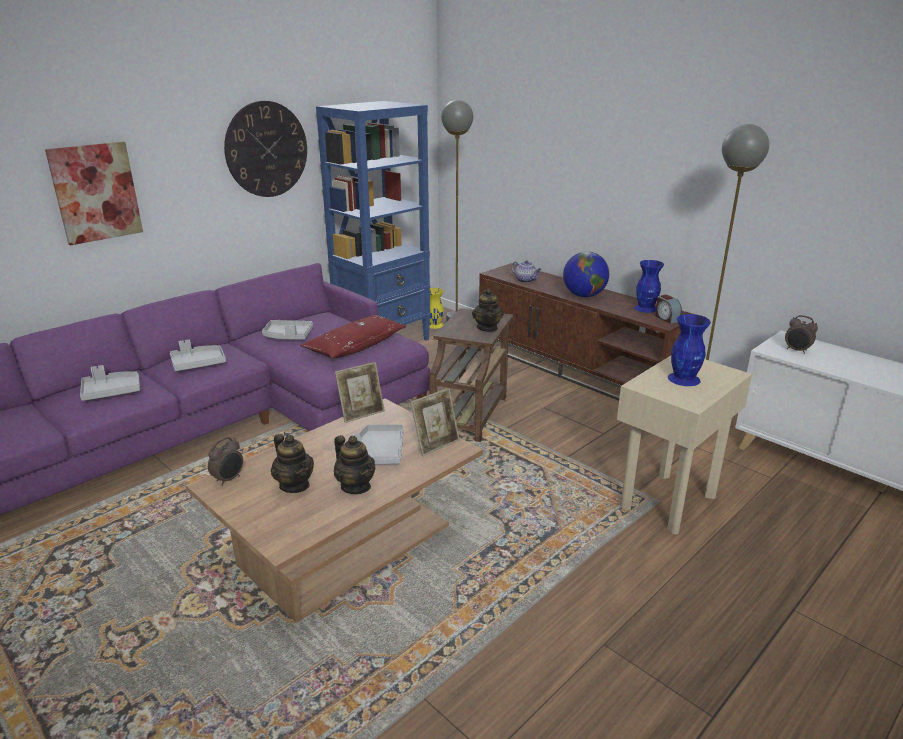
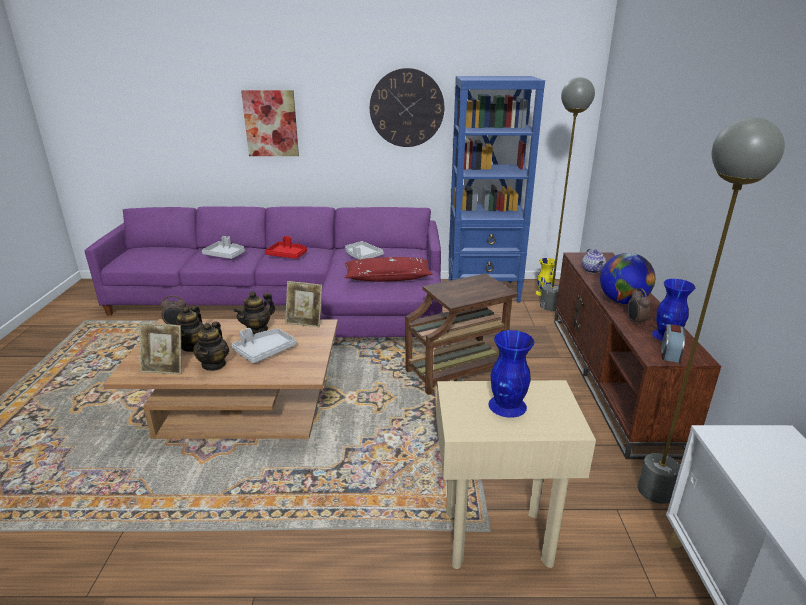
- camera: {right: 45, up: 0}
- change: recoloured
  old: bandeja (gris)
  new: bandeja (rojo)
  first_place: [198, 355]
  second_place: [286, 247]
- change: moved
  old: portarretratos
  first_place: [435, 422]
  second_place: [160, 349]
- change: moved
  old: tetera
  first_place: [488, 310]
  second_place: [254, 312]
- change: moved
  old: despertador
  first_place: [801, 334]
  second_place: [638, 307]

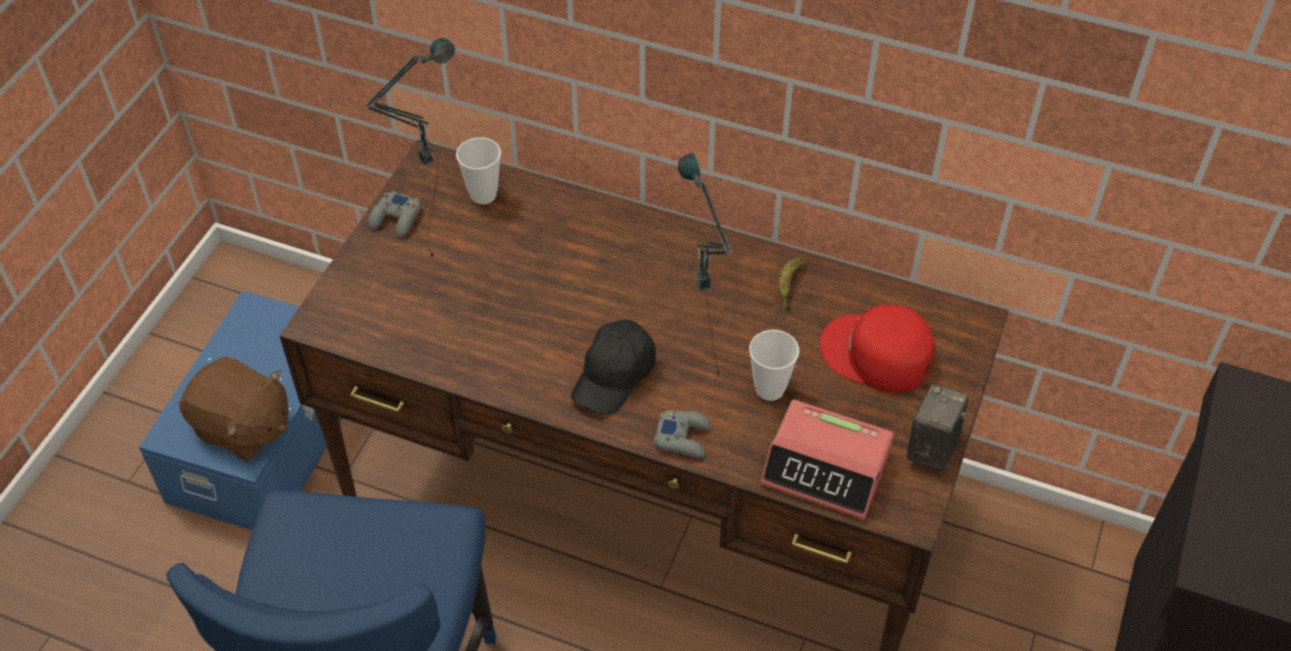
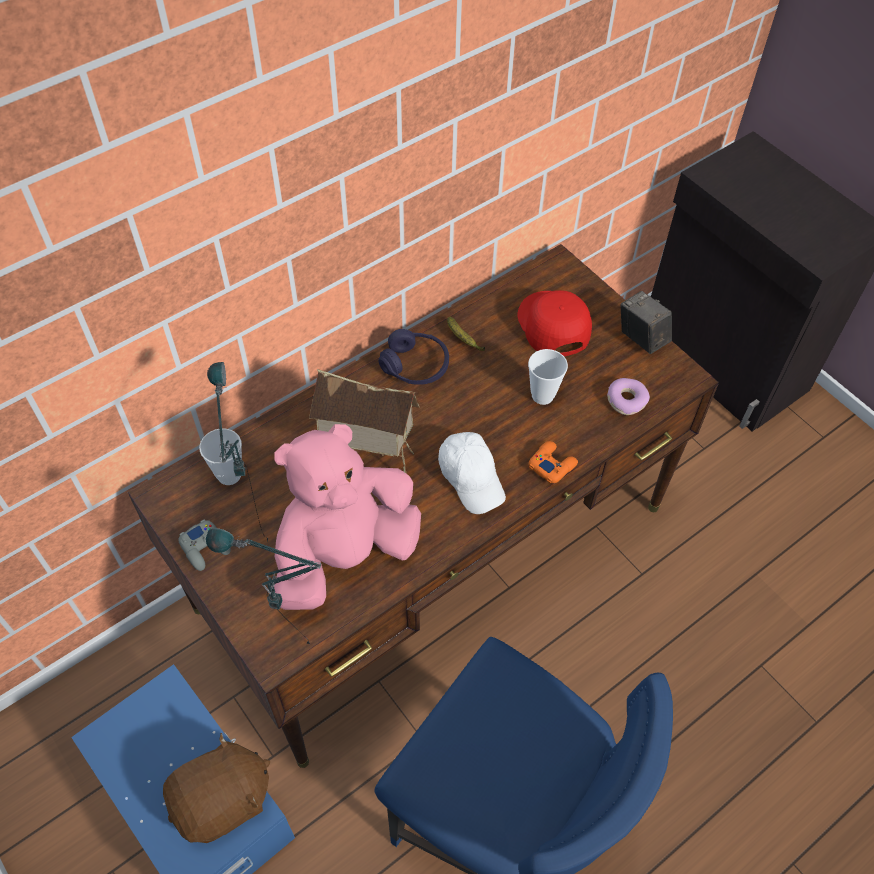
- camera: {right: -60, up: 5}
- change: recoloured
  old: gorra (negro)
  new: gorra (blanco)
  first_place: [613, 367]
  second_place: [472, 473]
- change: recoloured
  old: mando de consola (gris)
  new: mando de consola (naranja)
  first_place: [682, 434]
  second_place: [553, 462]
- change: moved
  old: lámpara de mesa
  first_place: [705, 264]
  second_place: [263, 586]
- change: replaced
  old: despertador
  new: rosquilla
  first_place: [827, 460]
  second_place: [628, 396]
- change: turned
  old: gorra (rojo)
  first_place: [877, 349]
  second_place: [554, 323]
  degrees: 105
- change: added
  new: peluche (rosa)
  second_place: [347, 517]
- change: added
  new: casita
  second_place: [364, 421]
- change: added
  new: auriculares (morado)
  second_place: [414, 357]

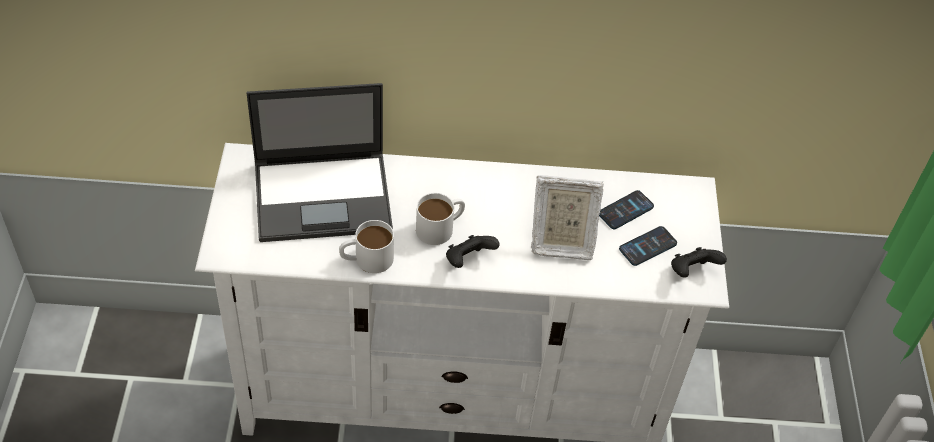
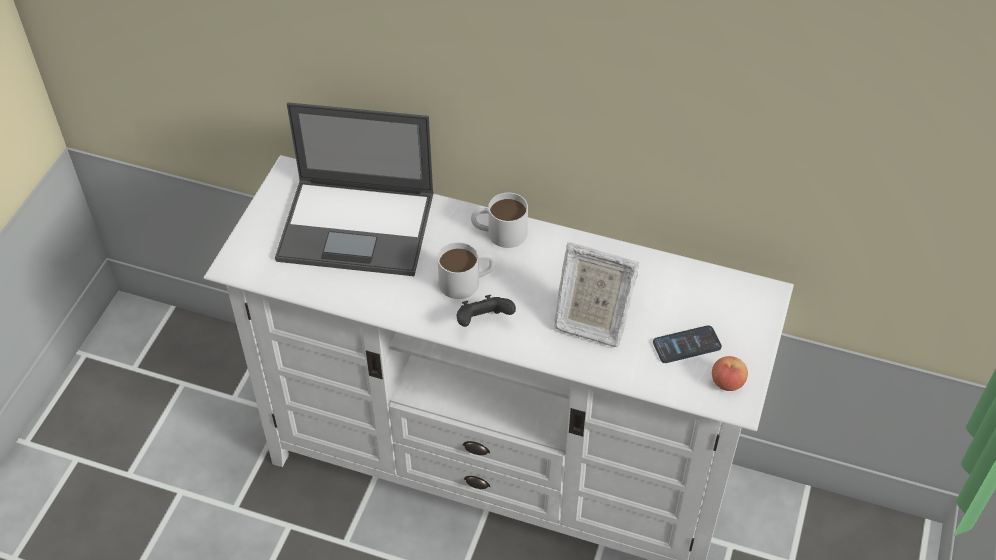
- camera: {right: 20, up: 0}
- change: moved
  old: taza grande (blanco)
  first_place: [366, 246]
  second_place: [499, 220]
- change: removed
  old: móvil
  first_place: [626, 209]
- change: replaced
  old: mando de consola (negro)
  new: manzana
  first_place: [699, 262]
  second_place: [730, 373]

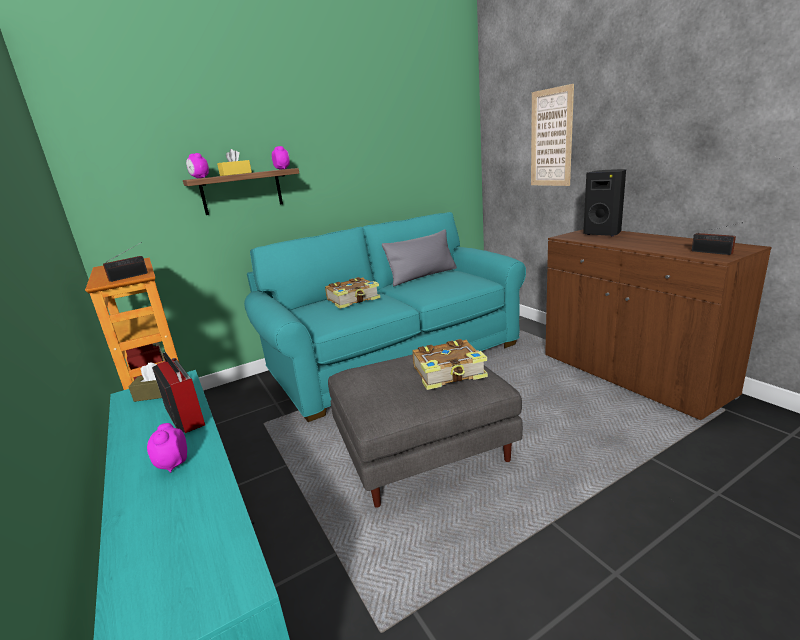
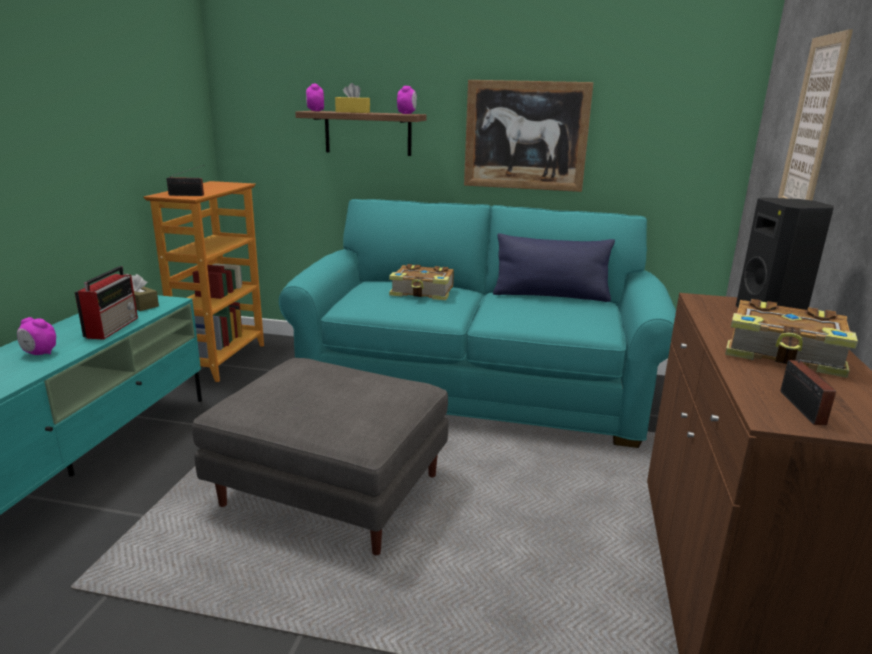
- camera: {right: 40, up: 0}
- change: turned
  old: despertador
  first_place: [167, 448]
  second_place: [36, 336]
  degrees: -105
- change: recoloured
  old: cojín (gris)
  new: cojín (azul)
  first_place: [419, 257]
  second_place: [554, 267]
- change: moved
  old: libro
  first_place: [450, 364]
  second_place: [791, 338]
- change: added
  new: cuadro
  second_place: [529, 136]

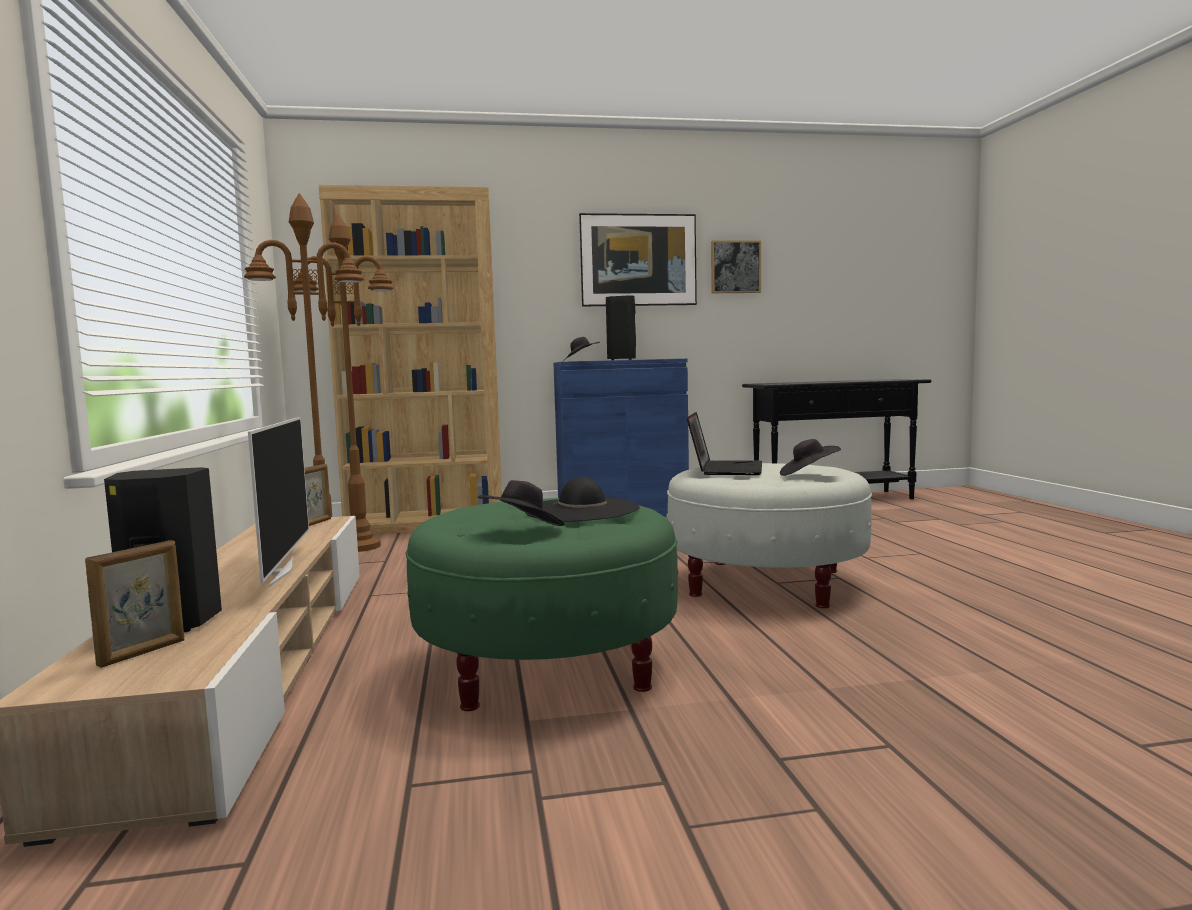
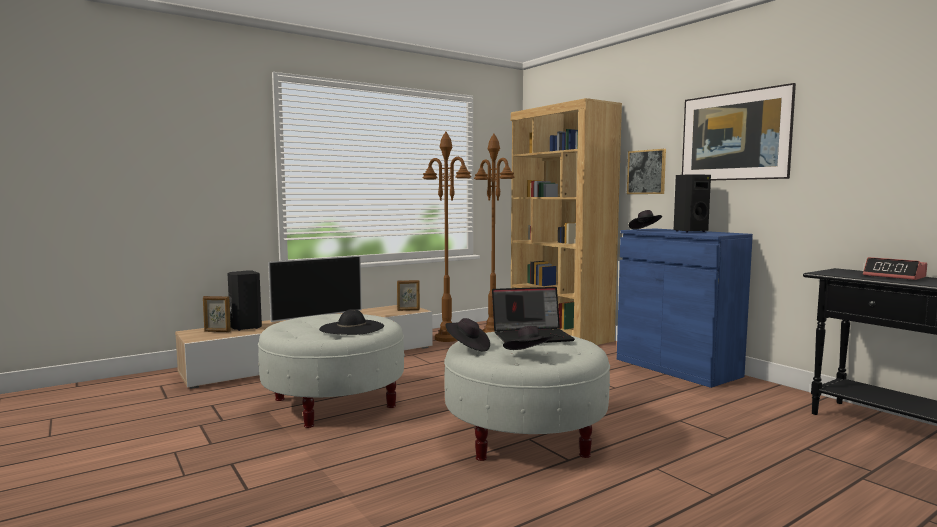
- camera: {right: 65, up: 0}
- change: recoloured
  old: puf (verde)
  new: puf (blanco)
  first_place: [541, 604]
  second_place: [331, 371]
- change: moved
  old: sombrero (negro)
  first_place: [521, 503]
  second_place: [467, 335]
- change: moved
  old: cuadro
  first_place: [736, 266]
  second_place: [646, 171]
- change: added
  new: despertador
  second_place: [895, 268]

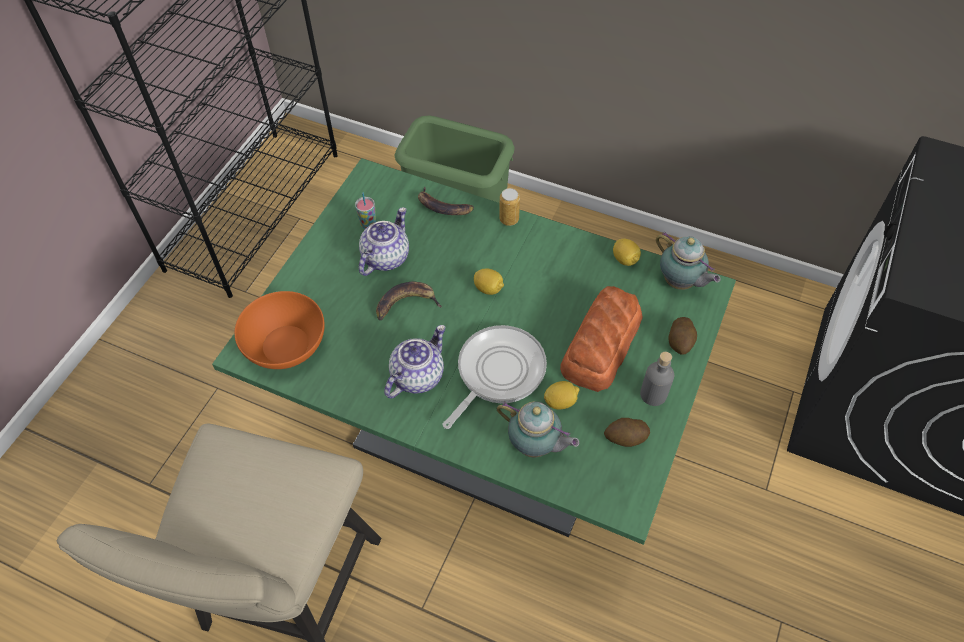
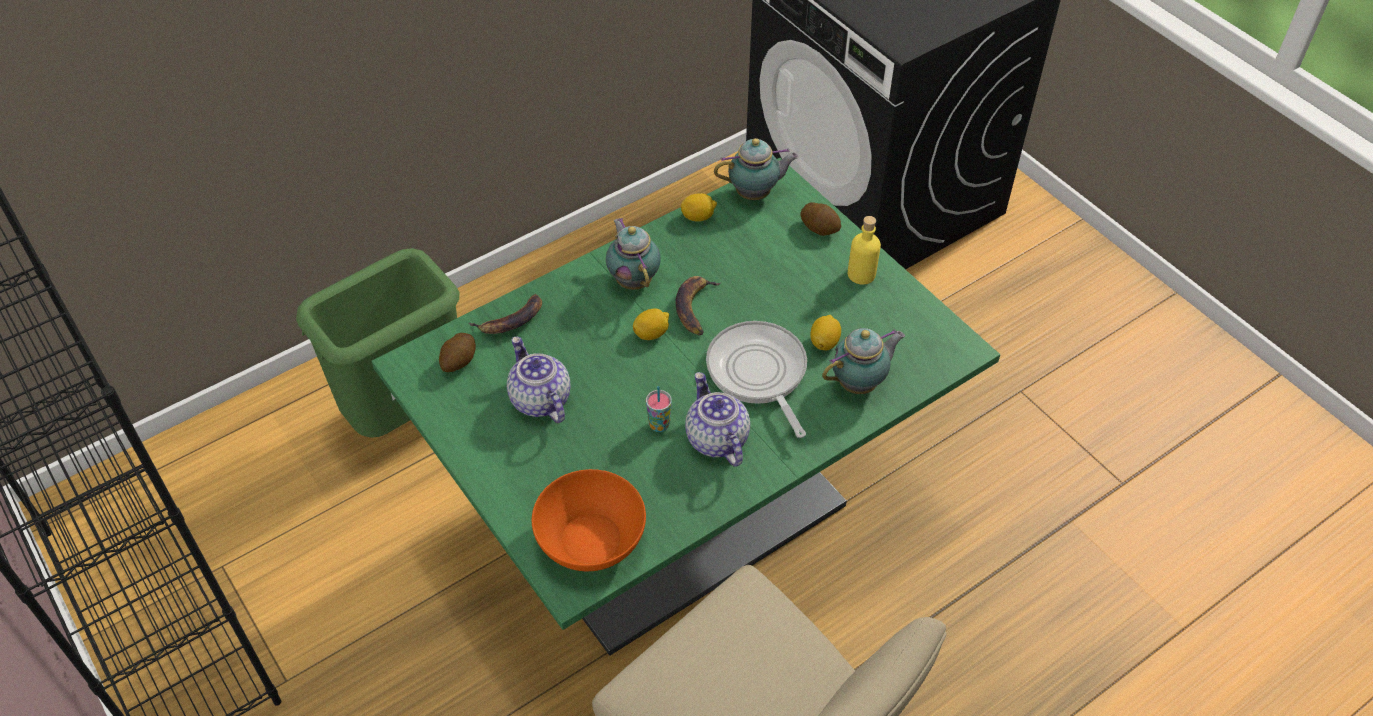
- camera: {right: -60, up: -5}
- change: moved
  old: taza
  first_place: [365, 211]
  second_place: [659, 409]
- change: moved
  old: plátano
  first_place: [409, 301]
  second_place: [698, 306]
- change: removed
  old: lata
  first_place: [509, 207]
- change: removed
  old: pan
  first_place: [601, 339]
- change: moved
  old: patata
  first_place: [627, 432]
  second_place: [457, 352]
- change: recoloured
  old: botella (gris)
  new: botella (amarillo)
  first_place: [657, 379]
  second_place: [864, 250]
- change: added
  new: tetera
  second_place: [633, 254]

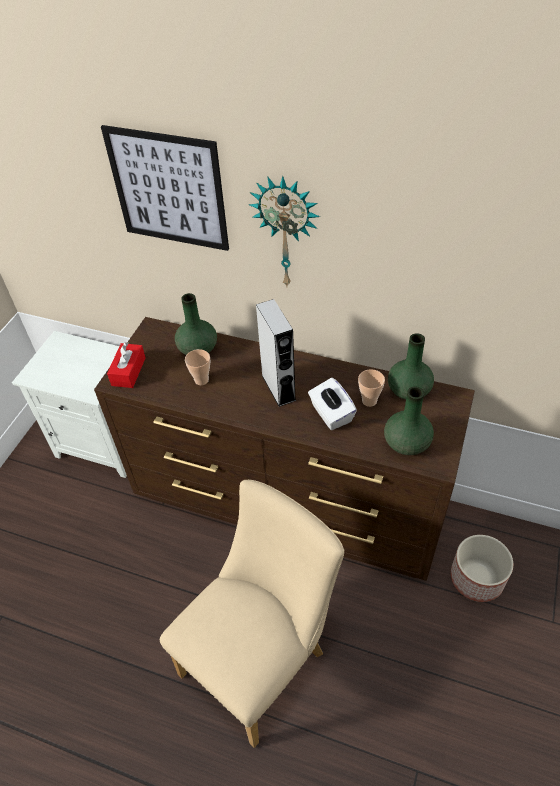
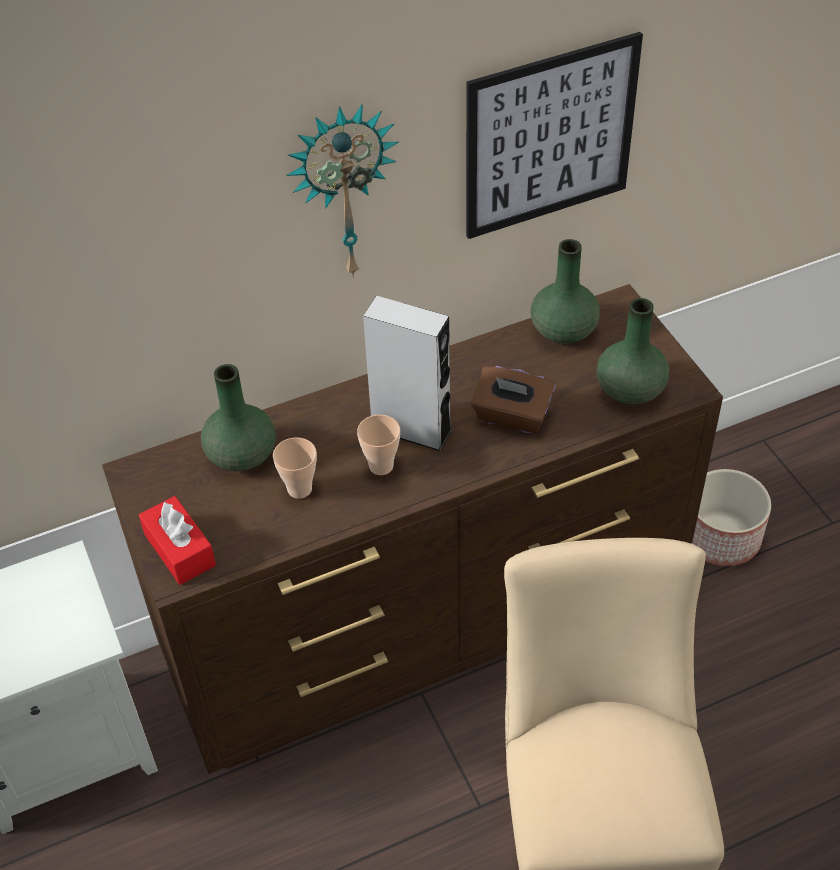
- camera: {right: -45, up: 0}
- change: moved
  old: cuadro
  first_place: [165, 188]
  second_place: [554, 135]
- change: recoloured
  old: caja de pañuelos (blanco)
  new: caja de pañuelos (marrón)
  first_place: [332, 404]
  second_place: [513, 400]
- change: moved
  old: taza
  first_place: [371, 388]
  second_place: [378, 445]

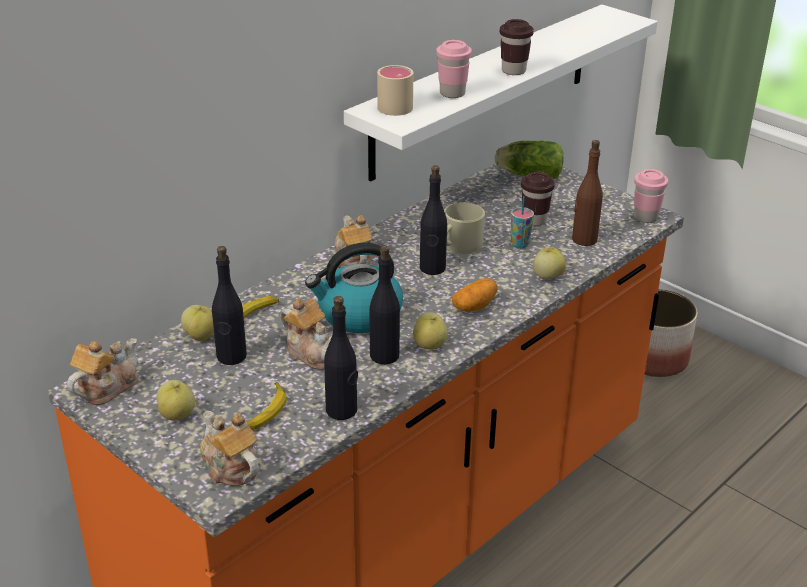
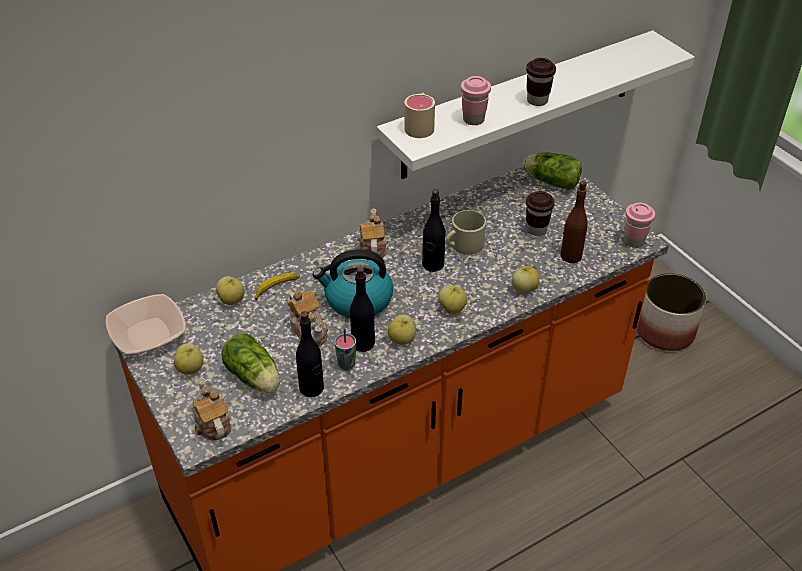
- camera: {right: 15, up: 10}
- change: replaced
  old: tetera
  new: cuenco
  first_place: [102, 371]
  second_place: [145, 324]
- change: removed
  old: botella (negro)
  first_place: [229, 305]
- change: replaced
  old: plátano
  new: lechuga
  first_place: [267, 406]
  second_place: [251, 363]
- change: replaced
  old: patata
  new: manzana
  first_place: [475, 295]
  second_place: [452, 299]
- change: moved
  old: taza
  first_place: [522, 222]
  second_place: [345, 349]

